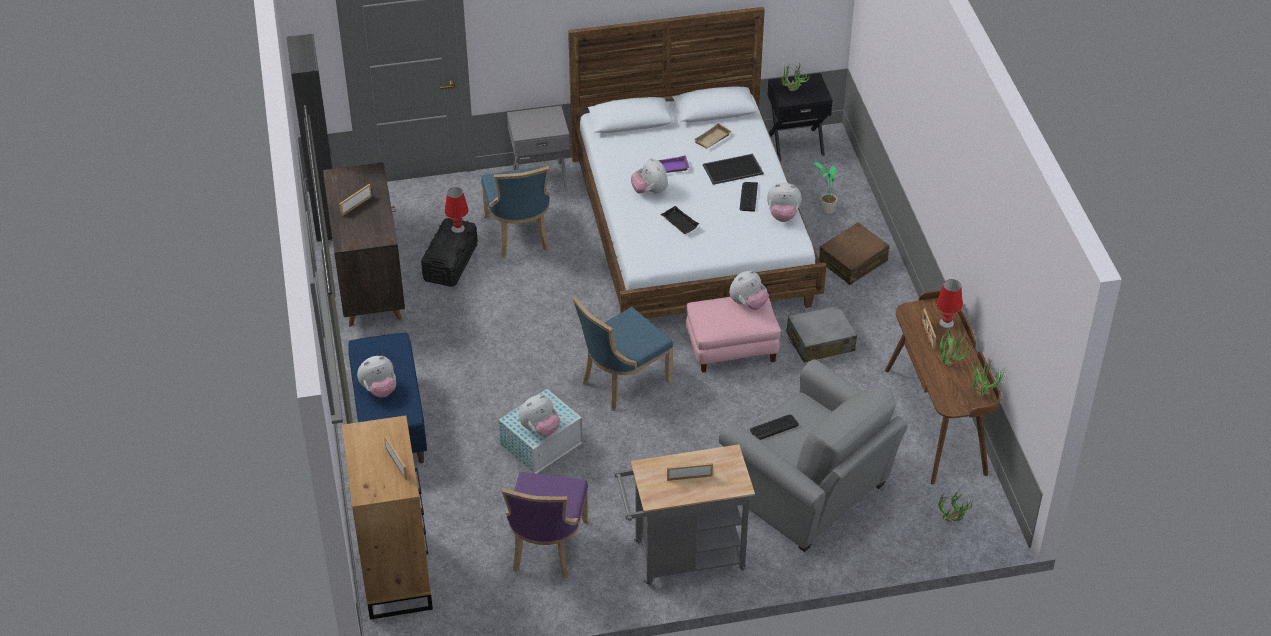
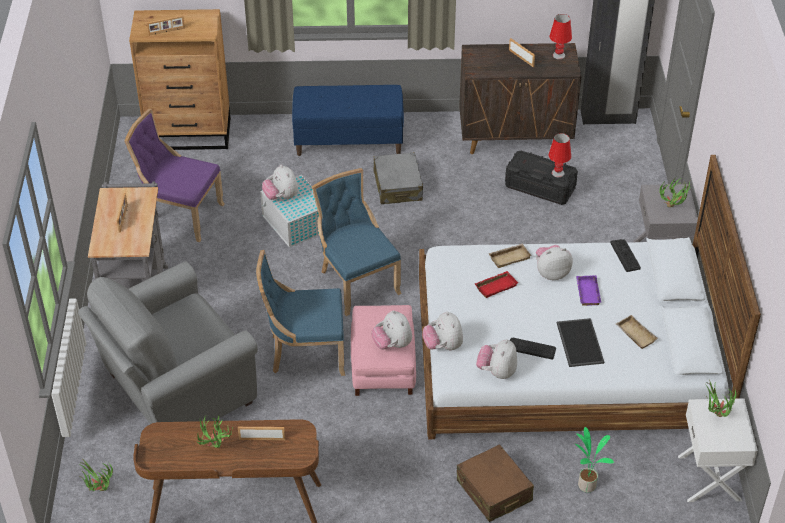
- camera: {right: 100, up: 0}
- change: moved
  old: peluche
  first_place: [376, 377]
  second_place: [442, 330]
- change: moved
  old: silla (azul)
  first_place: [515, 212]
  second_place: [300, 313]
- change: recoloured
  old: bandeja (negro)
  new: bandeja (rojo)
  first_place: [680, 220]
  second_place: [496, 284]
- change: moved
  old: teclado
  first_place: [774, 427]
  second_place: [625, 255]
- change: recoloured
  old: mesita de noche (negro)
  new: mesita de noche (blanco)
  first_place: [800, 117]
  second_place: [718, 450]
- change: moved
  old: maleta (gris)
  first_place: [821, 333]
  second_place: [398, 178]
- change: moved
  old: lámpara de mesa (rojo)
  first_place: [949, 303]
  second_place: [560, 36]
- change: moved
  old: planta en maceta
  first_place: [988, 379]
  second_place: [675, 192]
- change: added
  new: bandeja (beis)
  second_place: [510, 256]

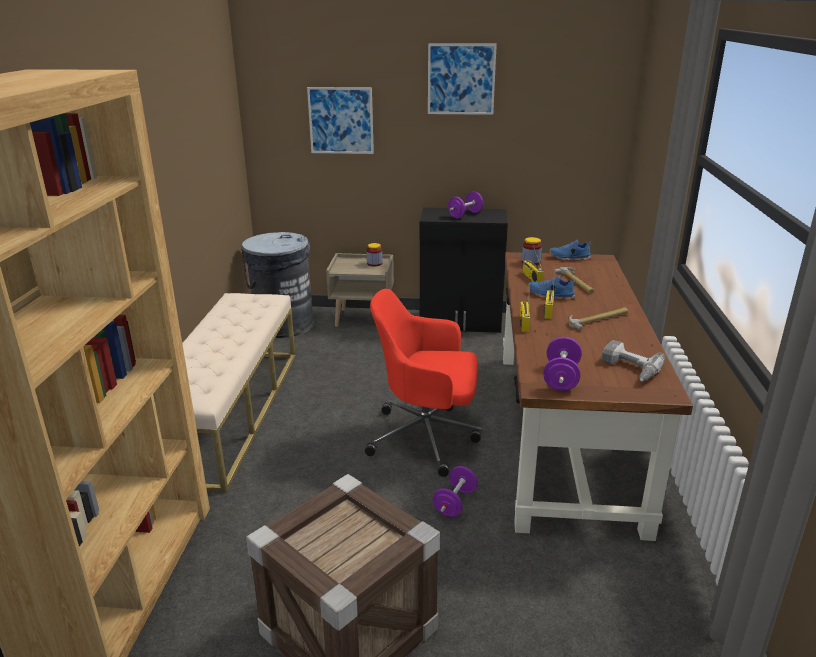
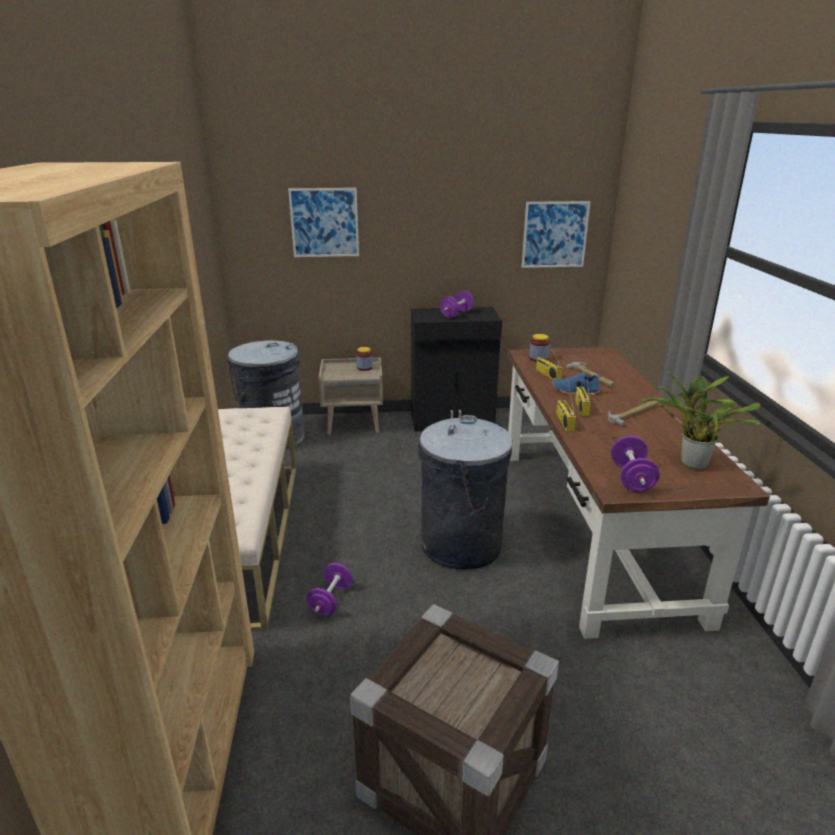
- camera: {right: -10, up: 0}
- change: replaced
  old: silla de oficina (rojo)
  new: papelera (gris)
  first_place: [423, 383]
  second_place: [465, 492]
- change: moved
  old: cuadro
  first_place: [462, 79]
  second_place: [556, 234]
- change: moved
  old: mancuerna (morado)
  first_place: [455, 491]
  second_place: [330, 589]
- change: removed
  old: zapato (azul)
  first_place: [570, 250]
- change: replaced
  old: taladro
  new: planta en maceta
  first_place: [634, 360]
  second_place: [700, 419]

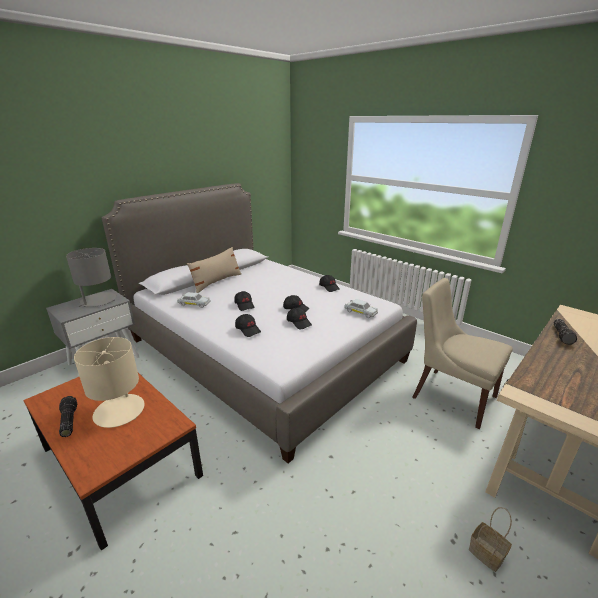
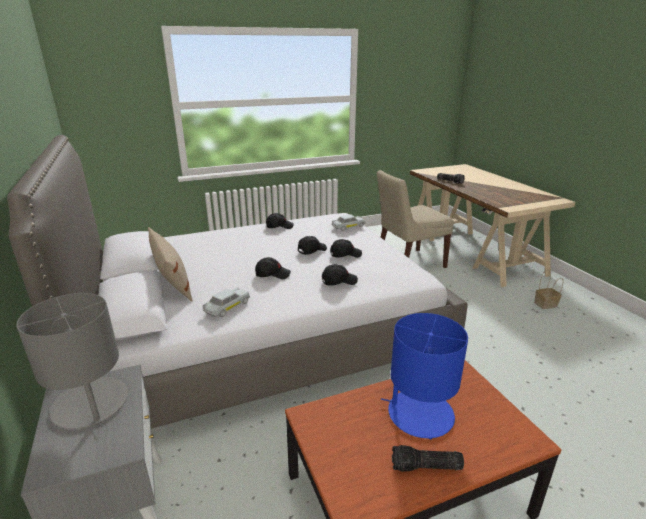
- camera: {right: -65, up: 0}
- change: recoloured
  old: lámpara de mesa (beis)
  new: lámpara de mesa (azul)
  first_place: [109, 382]
  second_place: [424, 376]

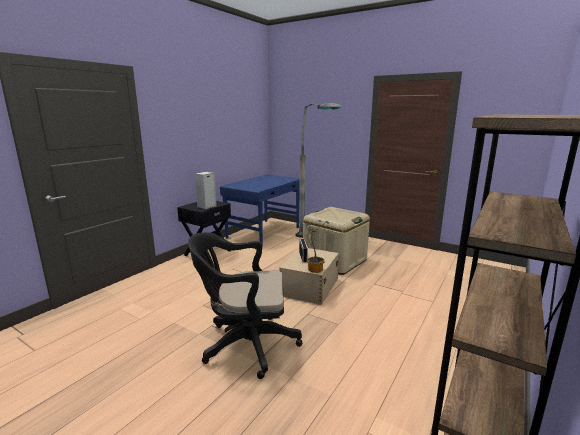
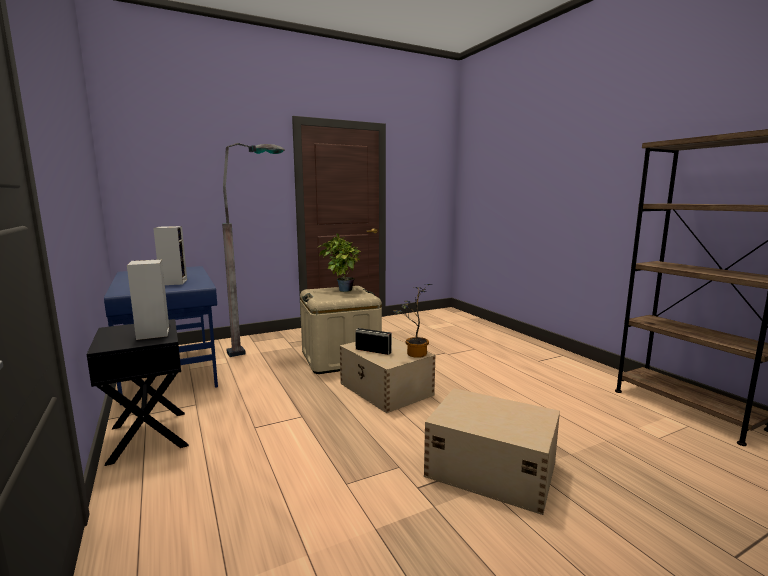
- camera: {right: -60, up: -5}
- change: replaced
  old: silla de oficina (negro)
  new: caja de almacenaje (beis)
  first_place: [245, 305]
  second_place: [492, 451]
- change: added
  new: altavoz
  second_place: [170, 255]
- change: added
  new: planta en maceta
  second_place: [339, 262]

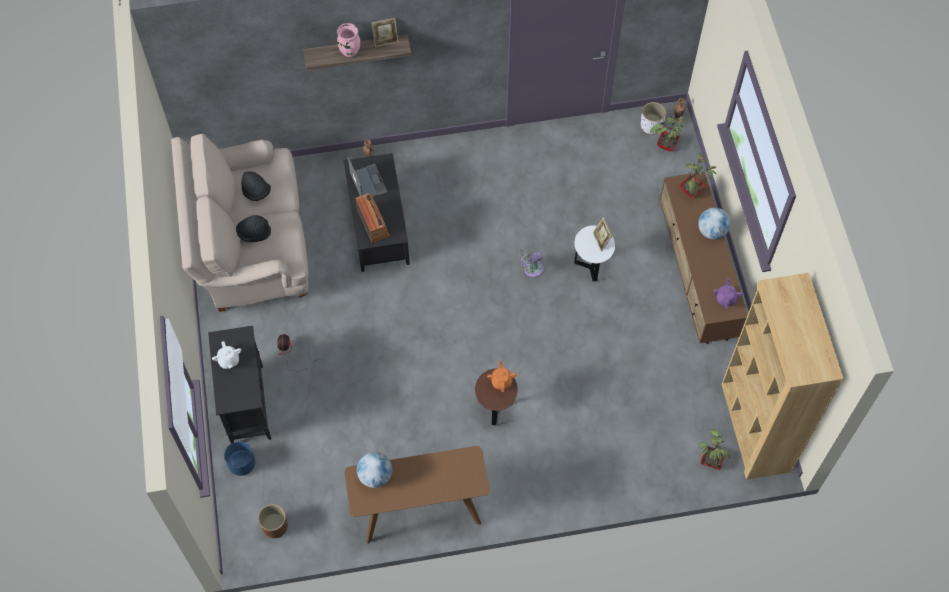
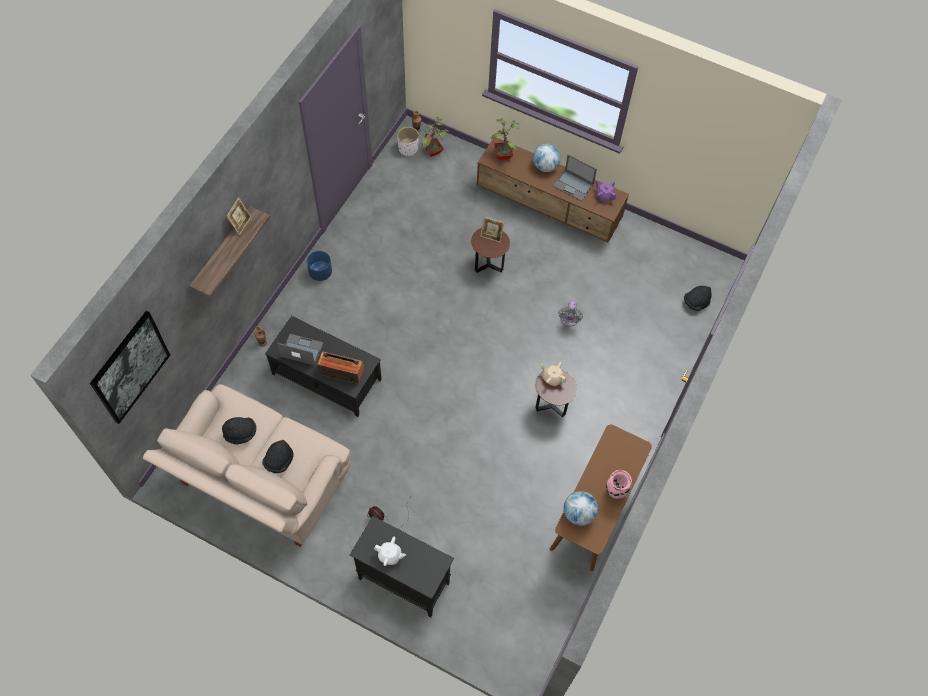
- camera: {right: -55, up: 0}
- change: moved
  old: maceta (azul)
  first_place: [239, 458]
  second_place: [319, 266]
- change: removed
  old: maceta (marrón)
  first_place: [273, 521]
- change: moved
  old: florero (rosa)
  first_place: [348, 40]
  second_place: [619, 484]
- change: recoloured
  old: tetera (naranja)
  new: tetera (beis)
  first_place: [502, 376]
  second_place: [553, 374]
- change: moved
  old: ventilador (gris)
  first_place: [531, 263]
  second_place: [570, 314]
- change: recoloured
  old: mesa auxiliar (blanco)
  new: mesa auxiliar (marrón)
  first_place: [594, 253]
  second_place: [490, 250]
- change: replaced
  old: planta en maceta
  new: sombrero (negro)
  first_place: [714, 449]
  second_place: [698, 298]
- change: removed
  old: estantería (marrón)
  first_place: [782, 376]
- change: added
  new: cuadro
  second_place: [130, 367]
- change: added
  new: portátil
  second_place: [575, 177]

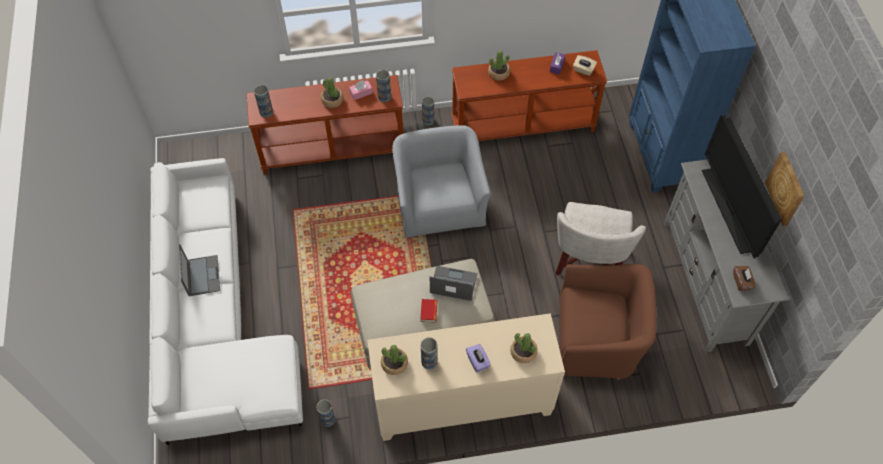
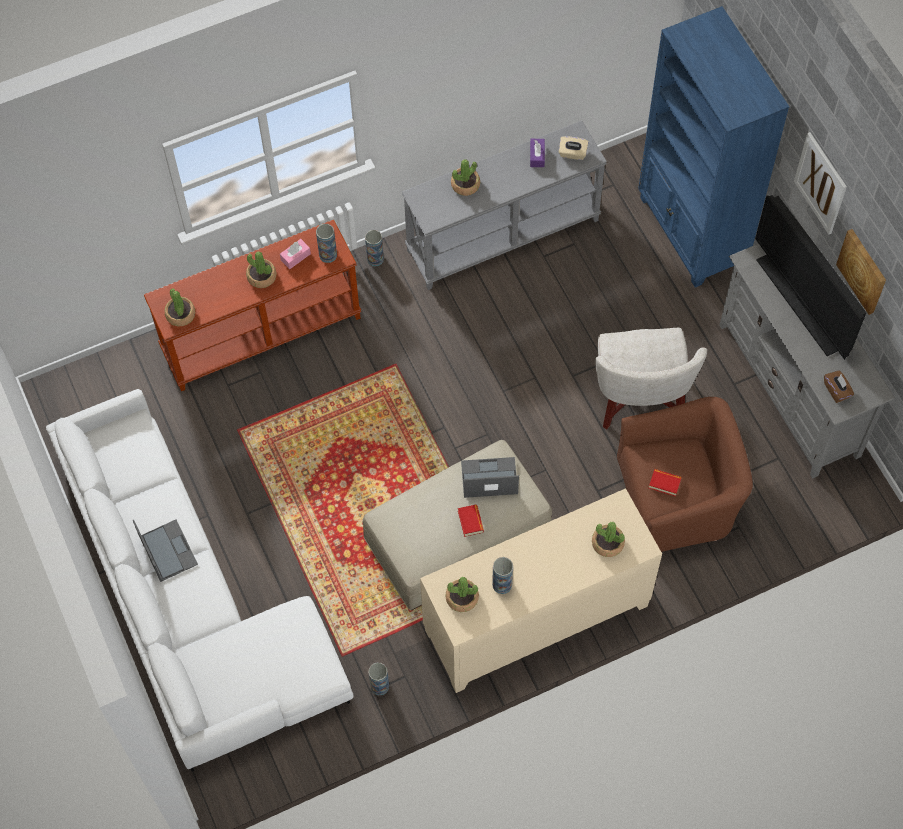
- camera: {right: -15, up: 5}
- change: replaced
  old: florero
  new: planta en maceta
  first_place: [263, 101]
  second_place: [180, 307]
- change: removed
  old: sillón (gris)
  first_place: [441, 181]
- change: recoloured
  old: mesa consola (marrón)
  new: mesa consola (gris)
  first_place: [529, 95]
  second_place: [504, 205]
- change: removed
  old: caja de pañuelos (morado)
  first_place: [478, 358]
- change: added
  new: libro
  second_place: [665, 483]
- change: added
  new: cuadro
  second_place: [820, 183]

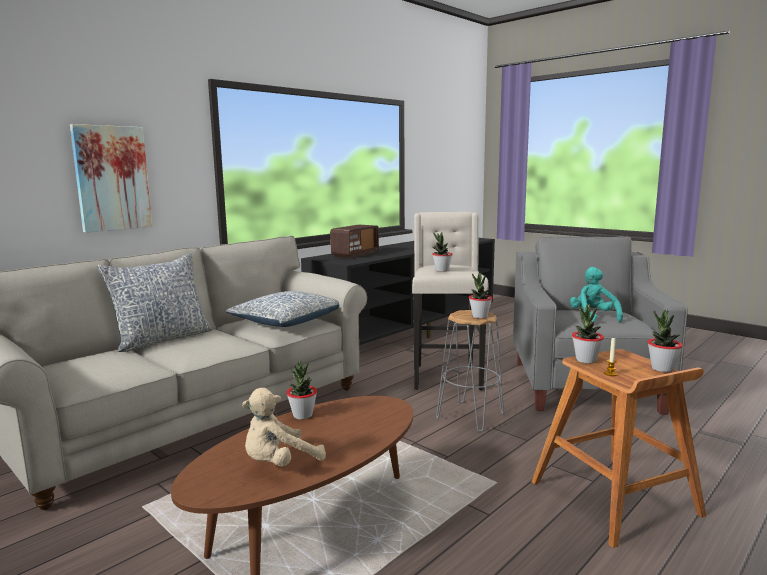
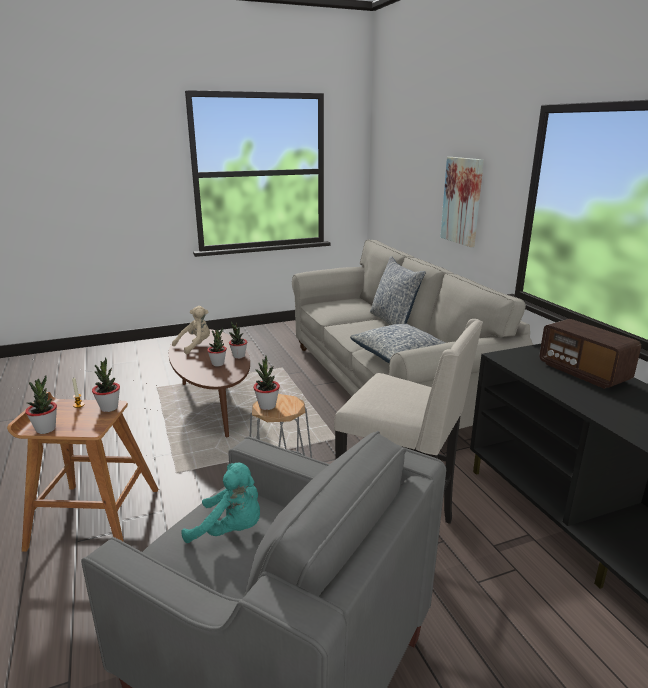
- camera: {right: 115, up: 10}
- change: turned
  old: peluche (beis)
  first_place: [284, 427]
  second_place: [191, 330]
  degrees: 60
- change: moved
  old: planta en maceta
  first_place: [442, 252]
  second_place: [217, 347]

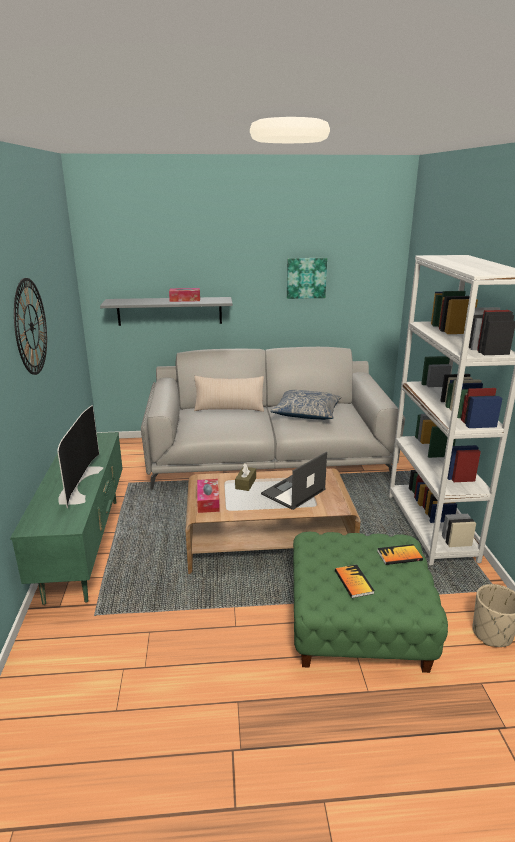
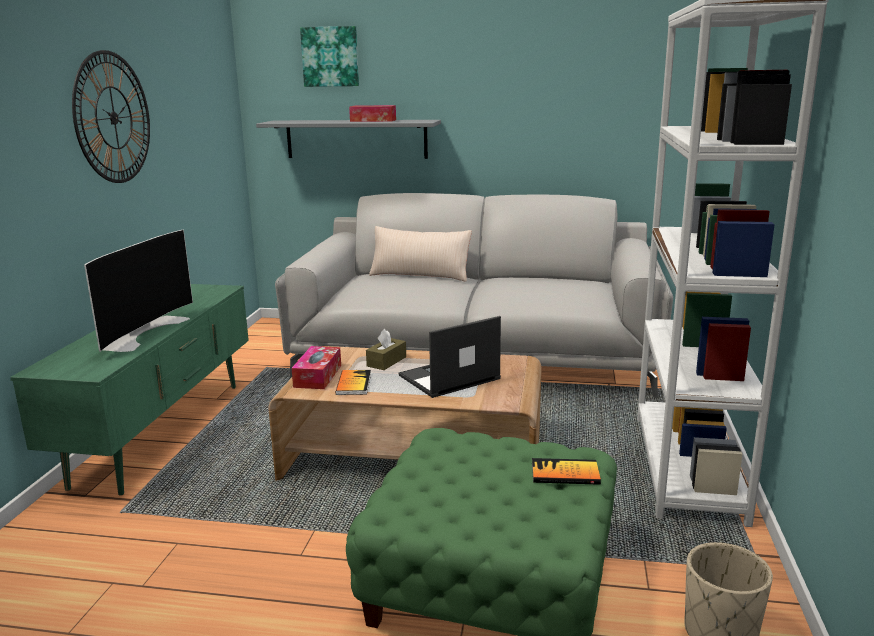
- camera: {right: 15, up: -5}
- change: removed
  old: cojín
  first_place: [305, 405]
- change: moved
  old: cuadro
  first_place: [307, 278]
  second_place: [329, 56]
- change: moved
  old: libro
  first_place: [355, 581]
  second_place: [353, 382]

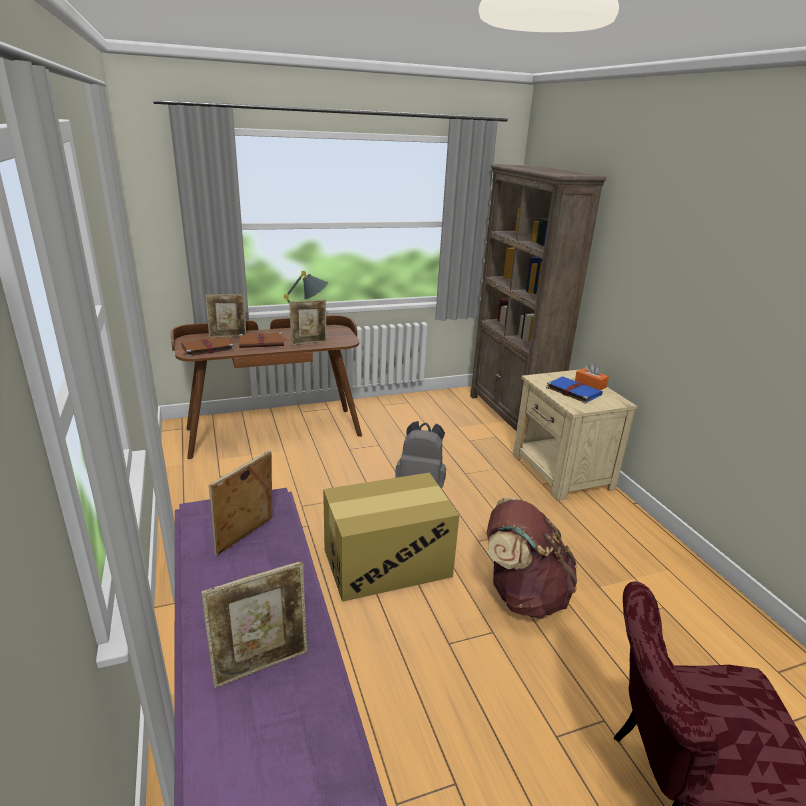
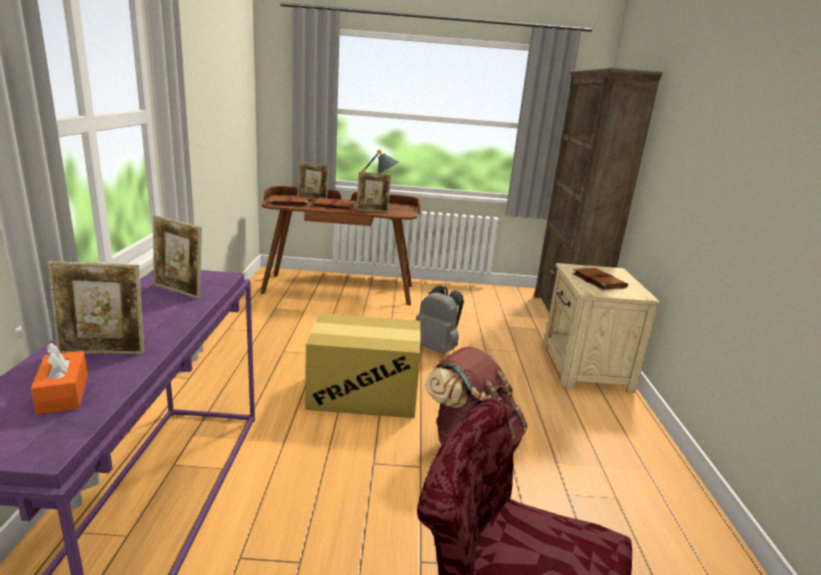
- camera: {right: 20, up: -5}
- change: turned
  old: portarretratos
  first_place: [240, 503]
  second_place: [177, 257]
  degrees: -120
- change: recoloured
  old: libro (azul)
  new: libro (marrón)
  first_place: [574, 390]
  second_place: [600, 279]
- change: moved
  old: caja de pañuelos (naranja)
  first_place: [592, 377]
  second_place: [59, 378]

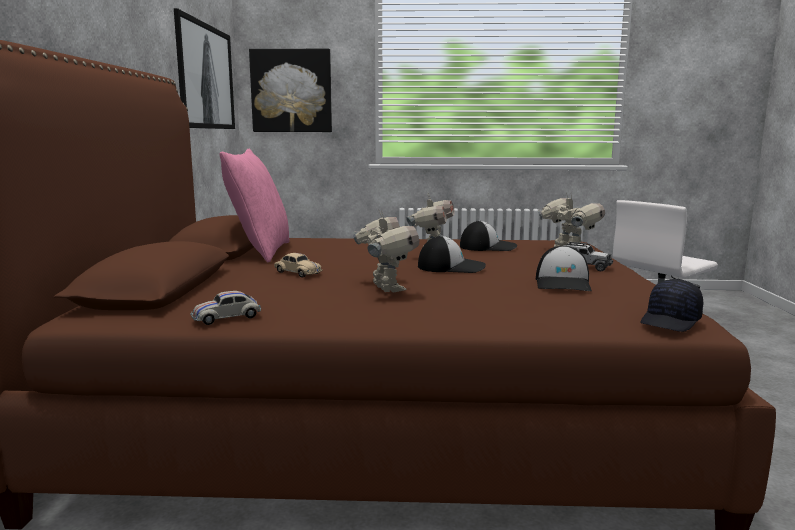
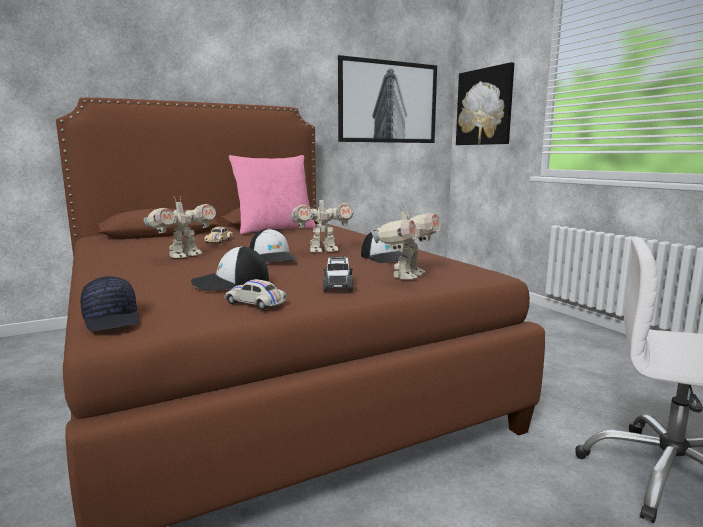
- camera: {right: 60, up: 0}
- change: moved
  old: coche de juguete (blanco)
  first_place: [225, 308]
  second_place: [255, 294]
- change: turned
  old: gorra (negro)
  first_place: [671, 305]
  second_place: [109, 303]
  degrees: -135

